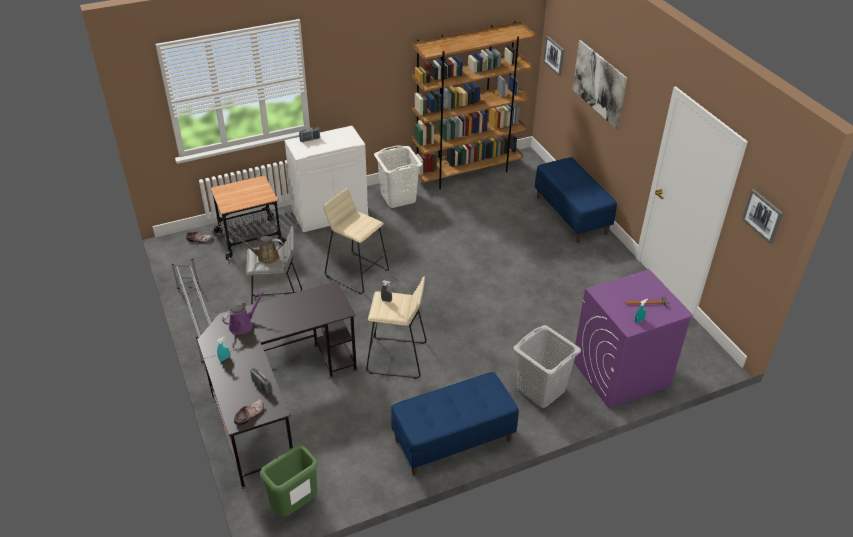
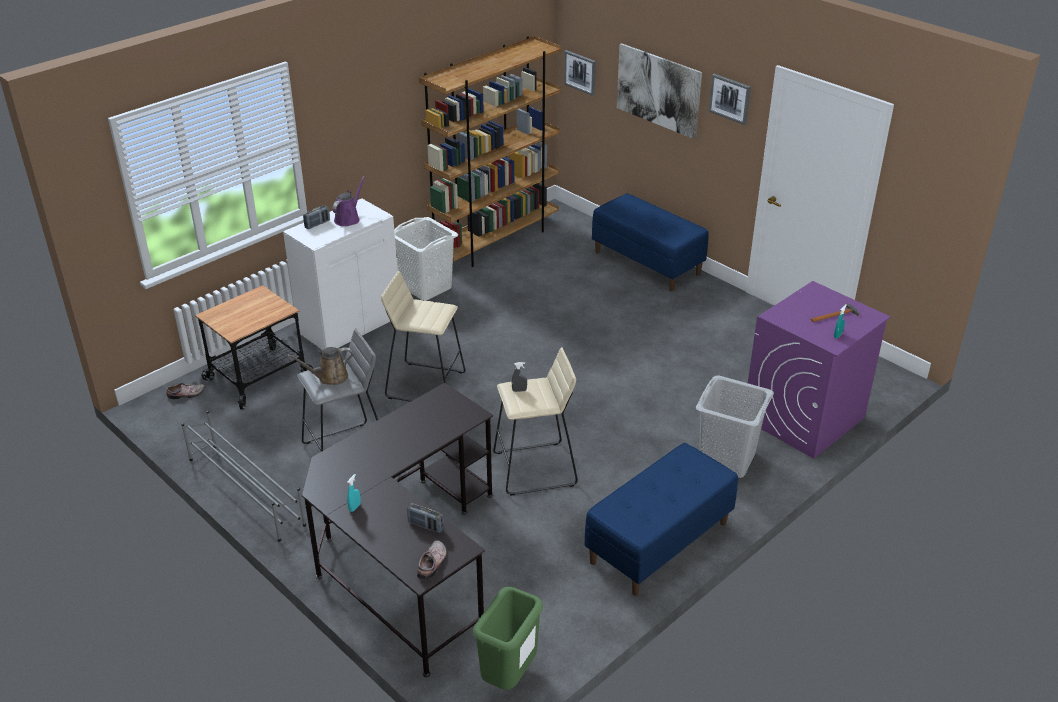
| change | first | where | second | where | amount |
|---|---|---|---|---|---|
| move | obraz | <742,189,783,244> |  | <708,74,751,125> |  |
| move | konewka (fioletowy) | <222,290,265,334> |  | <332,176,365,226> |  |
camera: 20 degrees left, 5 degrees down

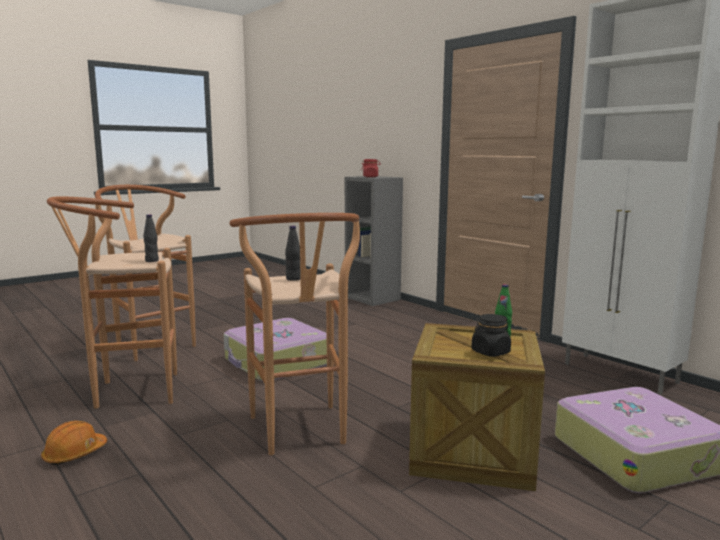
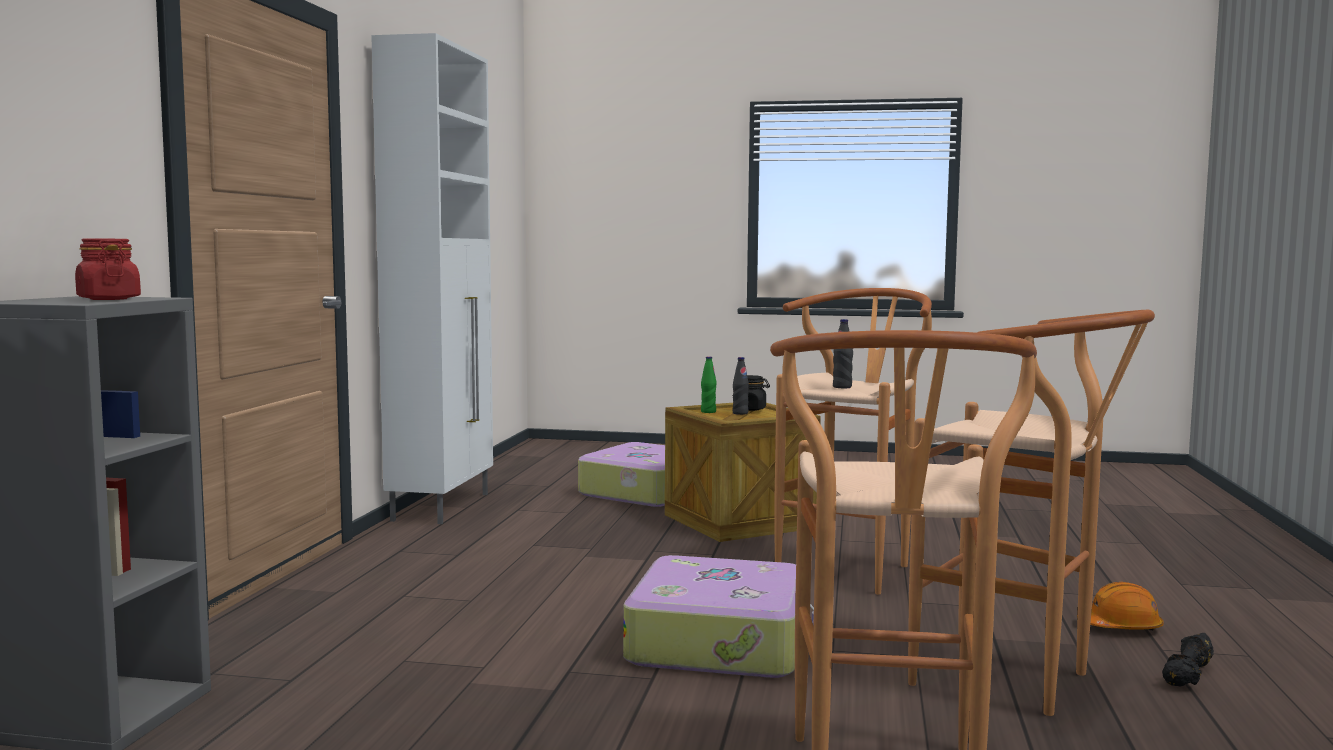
| change | first | where | second | where | amount |
|---|---|---|---|---|---|
| move | butelka (czarny) | <143,214,159,262> |  | <733,357,749,415> |  |
| insert |  |  | hantel (czarny) | <1162,633,1214,686> |  |
camera: 130 degrees left, 5 degrees down

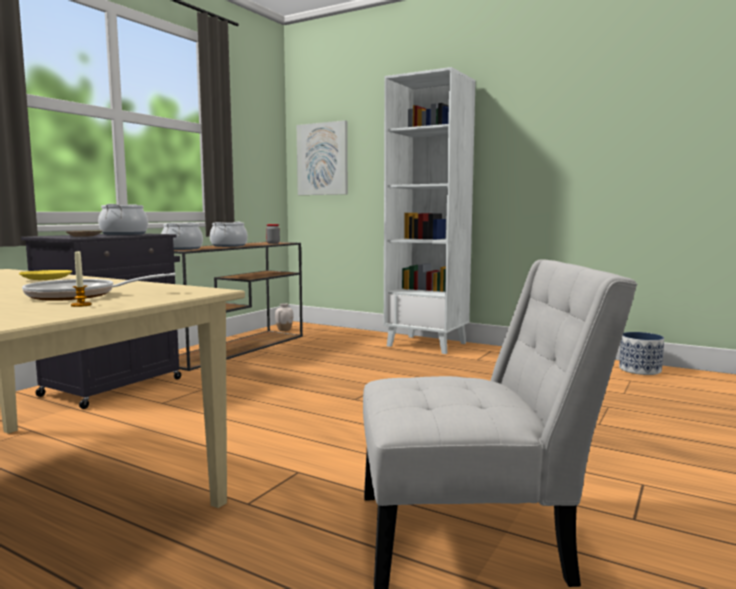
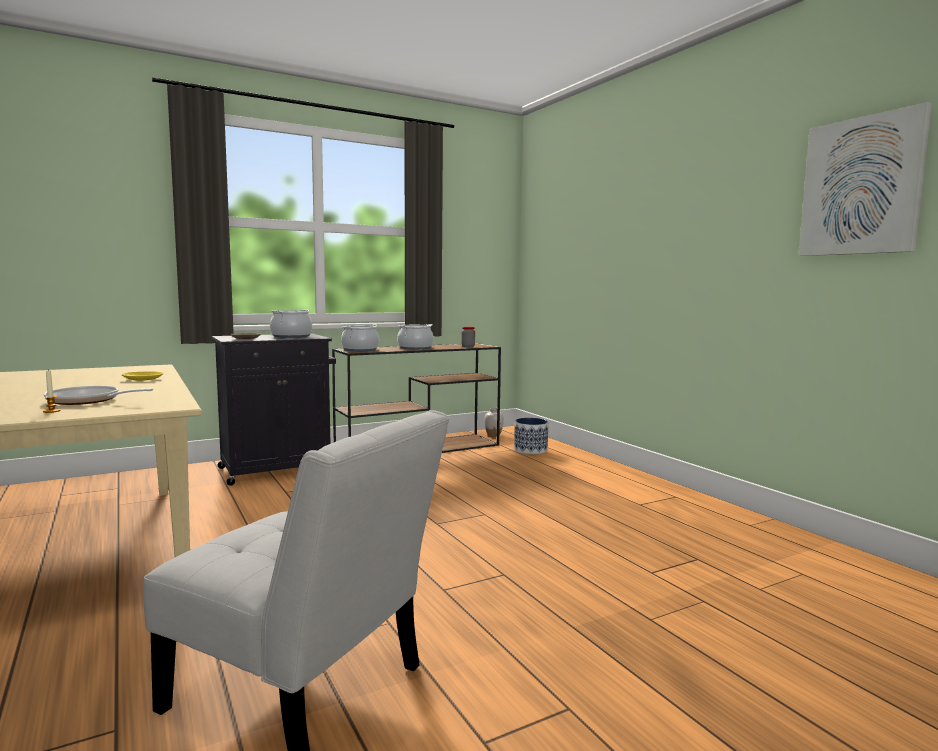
| change | first | where | second | where | amount |
|---|---|---|---|---|---|
| delete | regał (biały) | <384,67,476,354> |  |  |  |
| move | obraz | <297,120,348,195> |  | <798,102,932,256> |  |
| move | donica | <619,332,664,375> |  | <514,418,548,454> |  |
camera: 30 degrees right, 0 degrees up

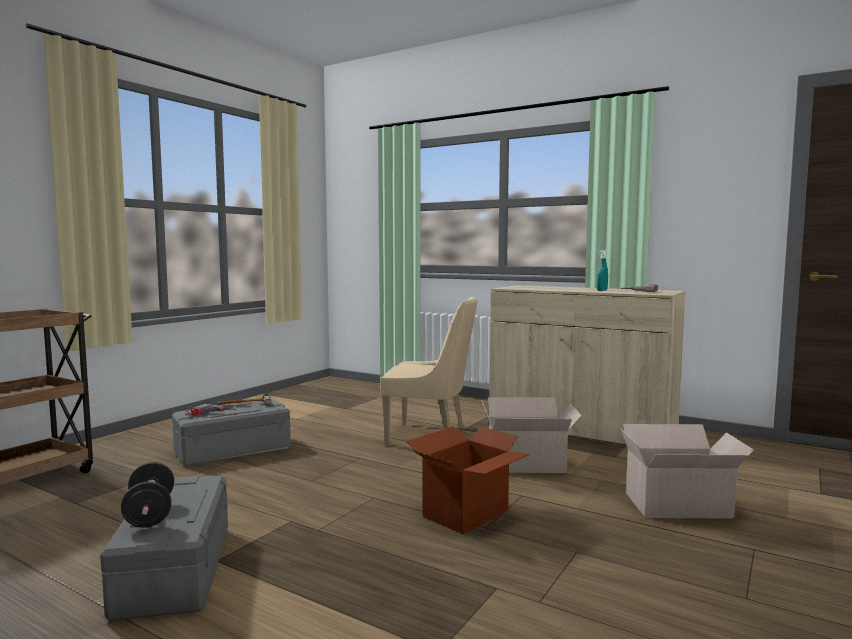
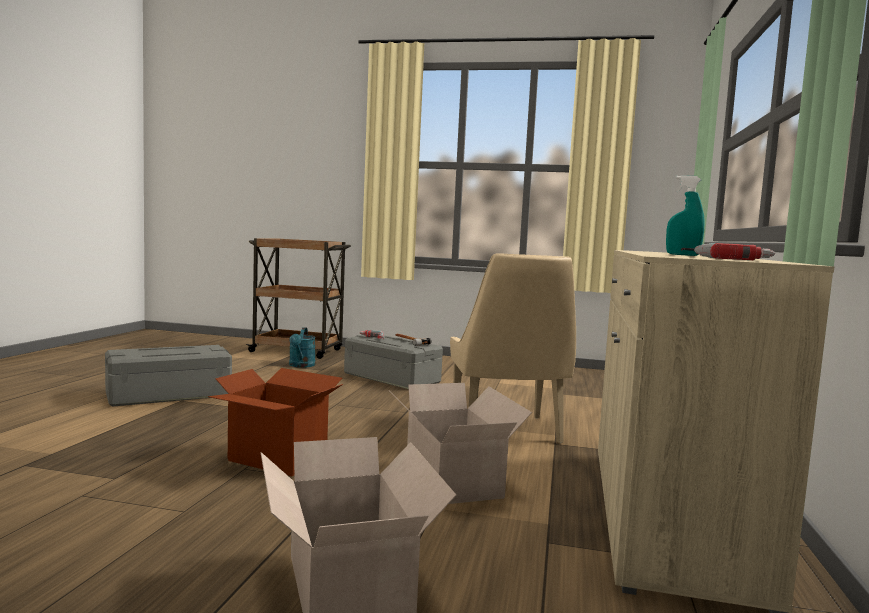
| change | first | where | second | where | amount |
|---|---|---|---|---|---|
| delete | hantel (czarny) | <121,462,174,528> |  |  |  |
| insert |  |  | konewka (turkusowy) | <289,327,316,368> |  |
camera: 70 degrees right, 0 degrees up

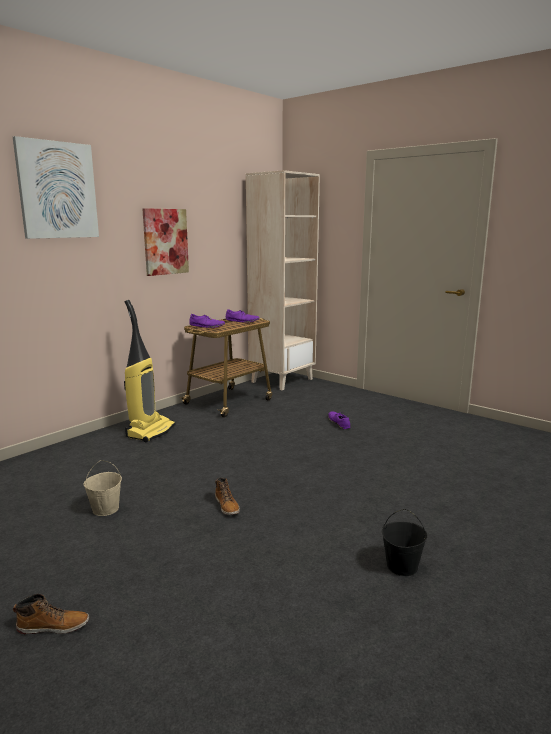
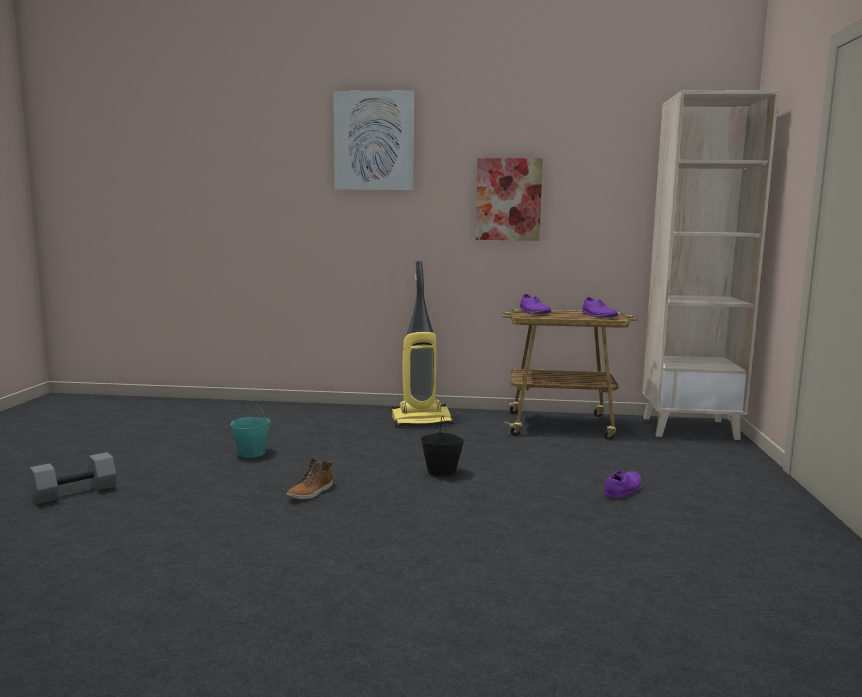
| change | first | where | second | where | amount |
|---|---|---|---|---|---|
| recolor | wiadro (beżowy) | <84,460,122,516> | wiadro (turkusowy) | <231,400,270,458> |  |
| move | wiadro (czarny) | <382,509,427,576> |  | <420,415,465,477> |  |
| replace | but z cholewką | <13,594,89,634> | hantel (szary) | <29,452,116,504> |  |
camera: 55 degrees right, 5 degrees down

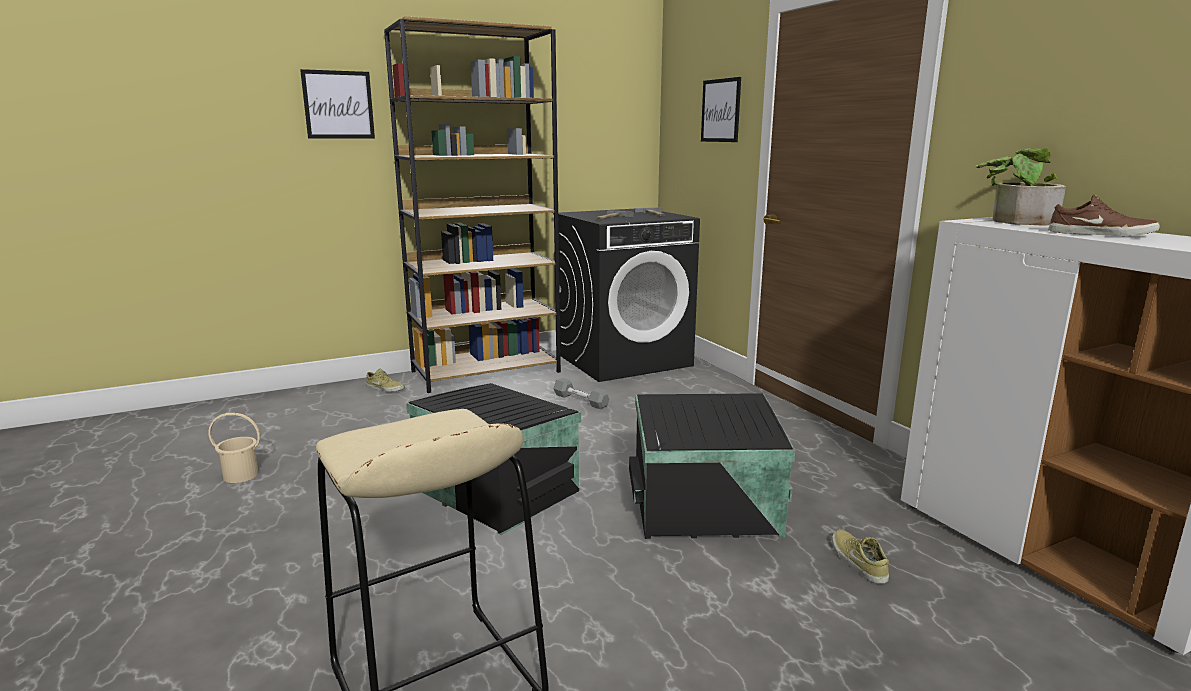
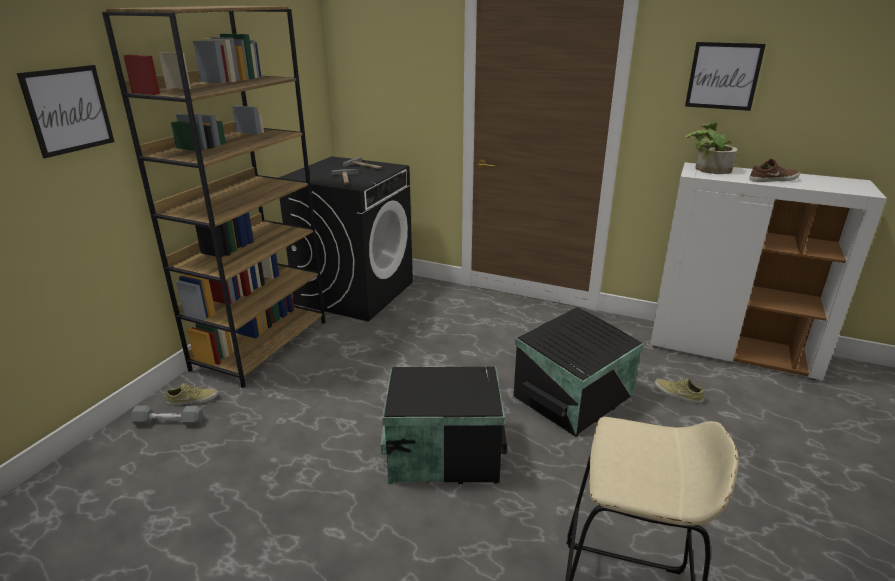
| change | first | where | second | where | amount |
|---|---|---|---|---|---|
| move | obraz | <701,77,741,142> |  | <685,42,766,111> |  |
| move | hantel (szary) | <553,378,609,409> |  | <131,405,203,426> |  |
| delete | wiadro (beżowy) | <208,413,260,483> |  |  |  |
camera: 40 degrees left, 10 degrees up

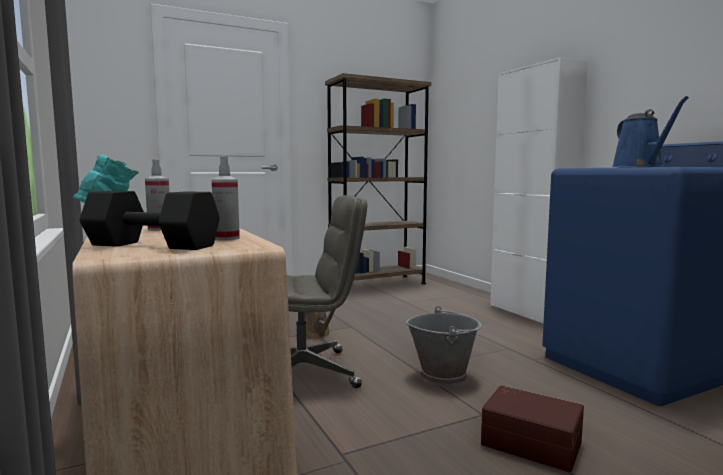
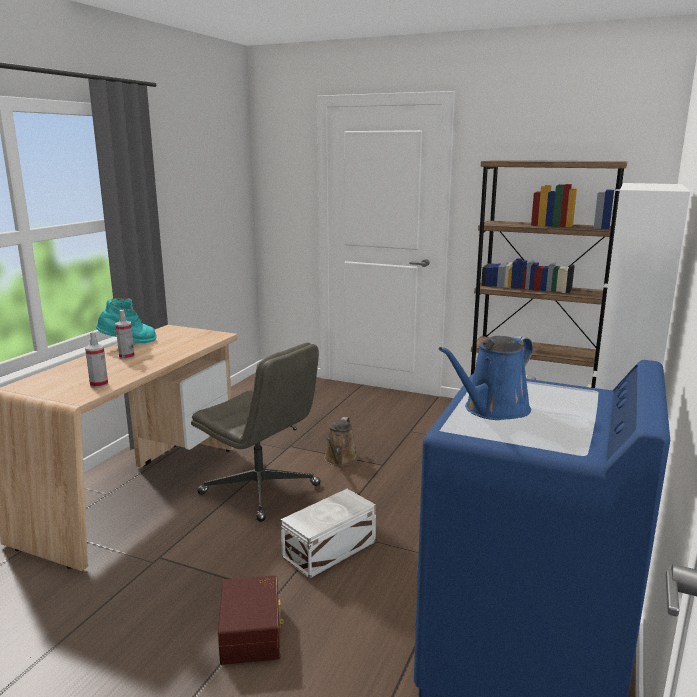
| change | first | where | second | where | amount |
|---|---|---|---|---|---|
| delete | hantel (czarny) | <80,191,220,250> |  |  |  |
| replace | wiadro (szary) | <406,306,482,387> | pojemnik do przechowywania (biały) | <281,489,376,579> |  |
camera: 50 degrees right, 10 degrees up

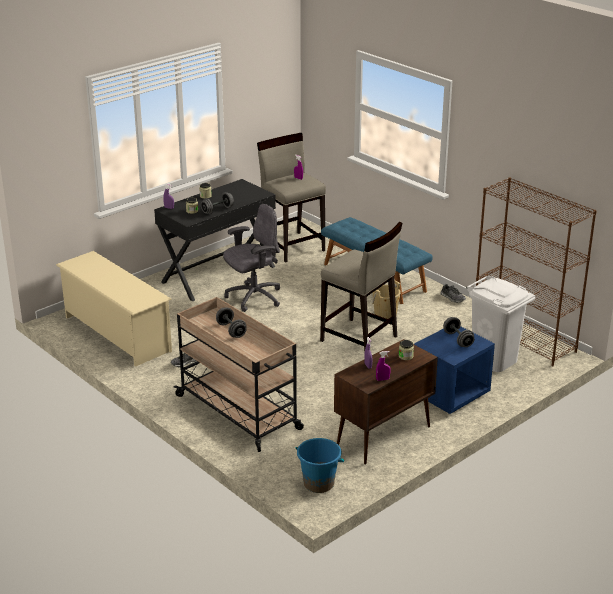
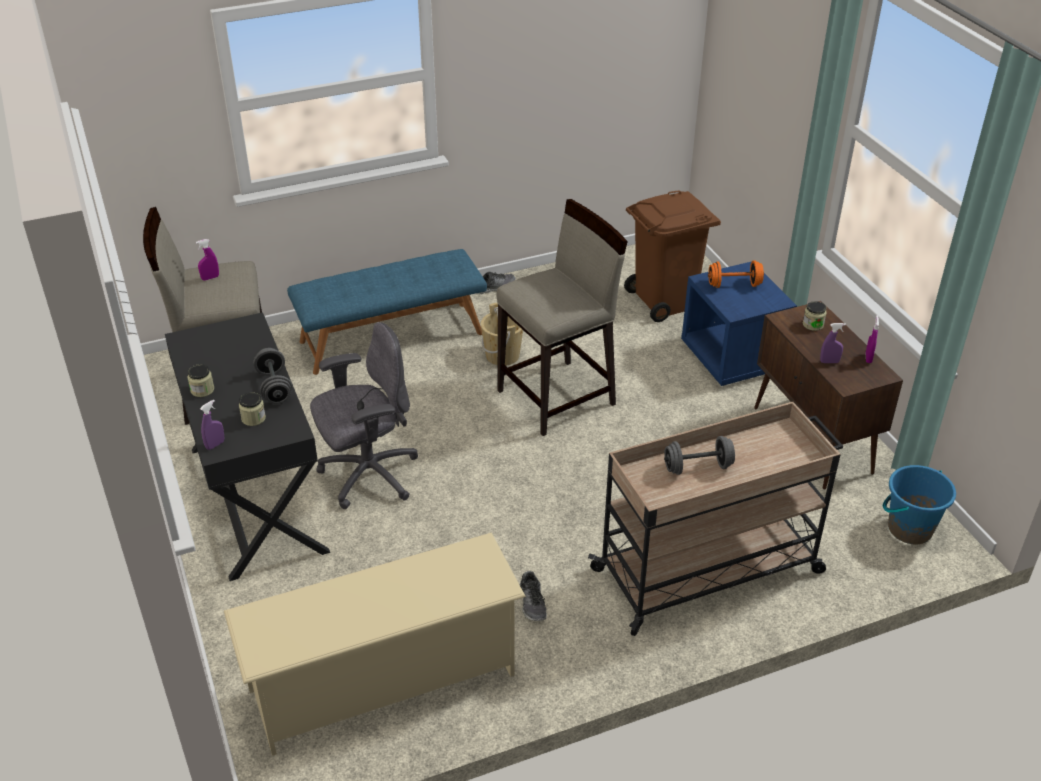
| change | first | where | second | where | amount |
|---|---|---|---|---|---|
| delete | regał (brązowy) | <476,177,597,367> |  |  |  |
| rotate | krzesło biurowe (szary) | <223,204,280,312> |  | <310,322,418,509> | 75 degrees clockwise |
| recolor | kosz na śmieci (biały) | <466,276,535,372> | kosz na śmieci (brązowy) | <624,190,721,322> |  |
| recolor | hantel (szary) | <444,317,475,347> | hantel (pomarańczowy) | <708,260,764,288> |  |
camera: 70 degrees left, 10 degrees up

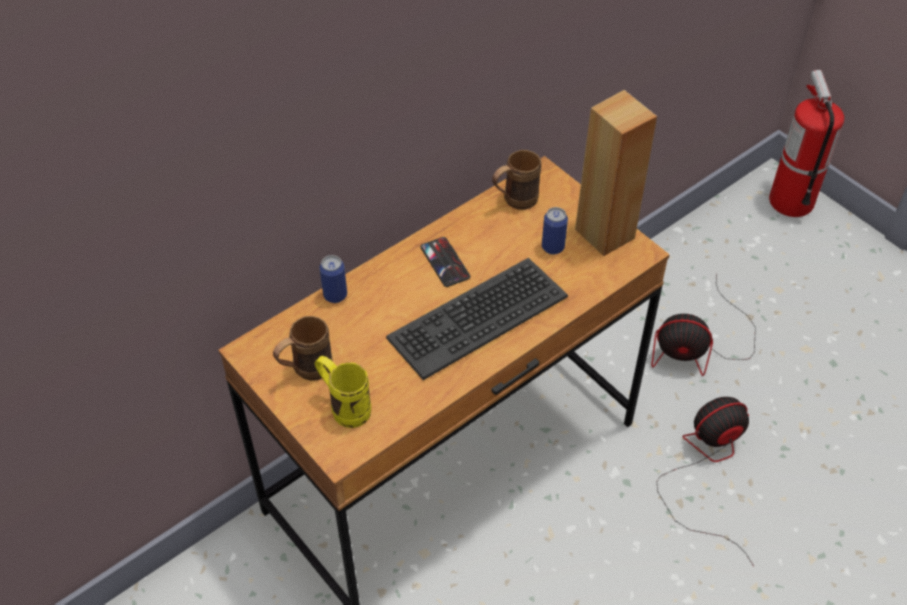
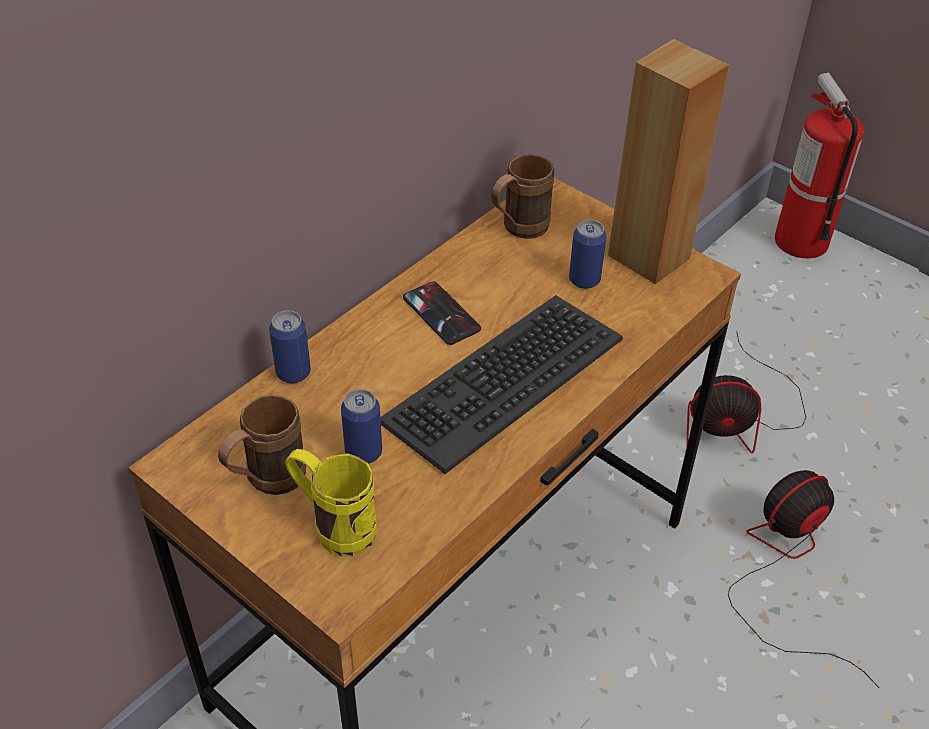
| change | first | where | second | where | amount |
|---|---|---|---|---|---|
| insert |  |  | puszka | <341,389,382,464> |  |
camera: 10 degrees left, 5 degrees down

